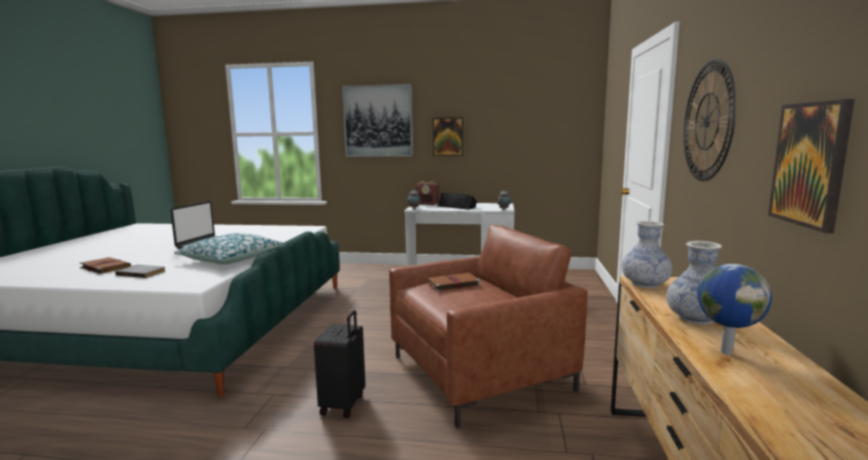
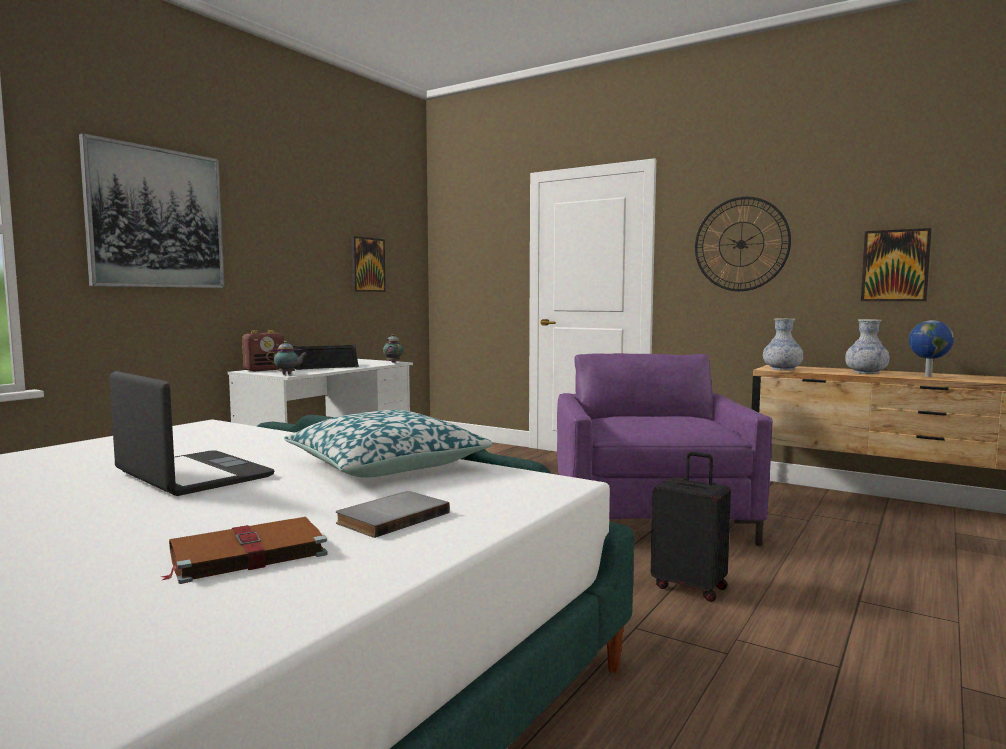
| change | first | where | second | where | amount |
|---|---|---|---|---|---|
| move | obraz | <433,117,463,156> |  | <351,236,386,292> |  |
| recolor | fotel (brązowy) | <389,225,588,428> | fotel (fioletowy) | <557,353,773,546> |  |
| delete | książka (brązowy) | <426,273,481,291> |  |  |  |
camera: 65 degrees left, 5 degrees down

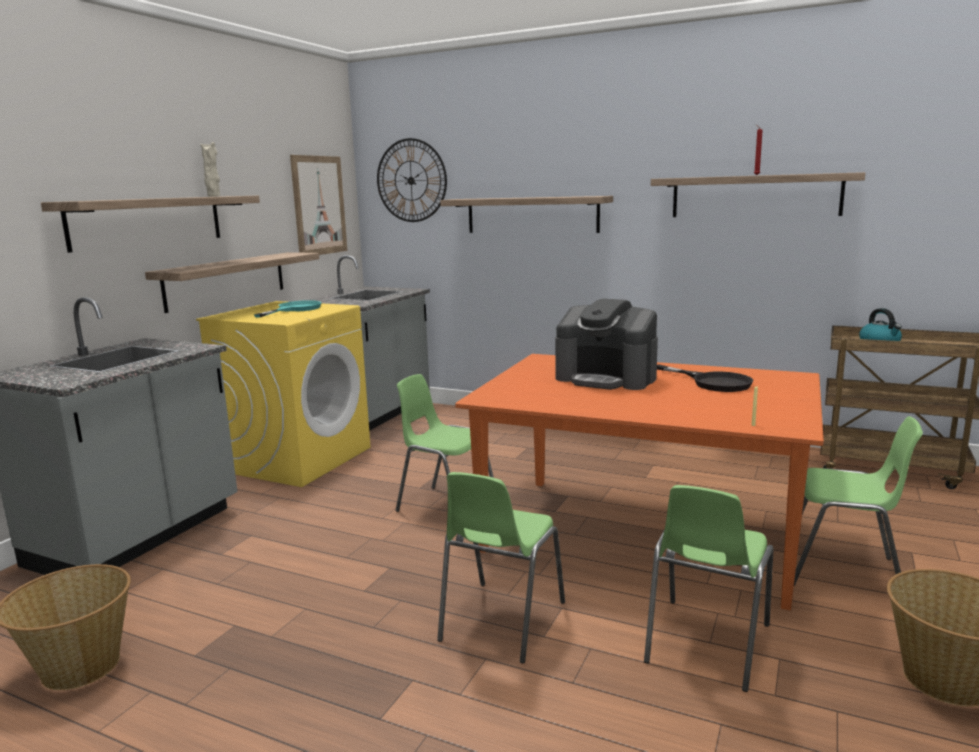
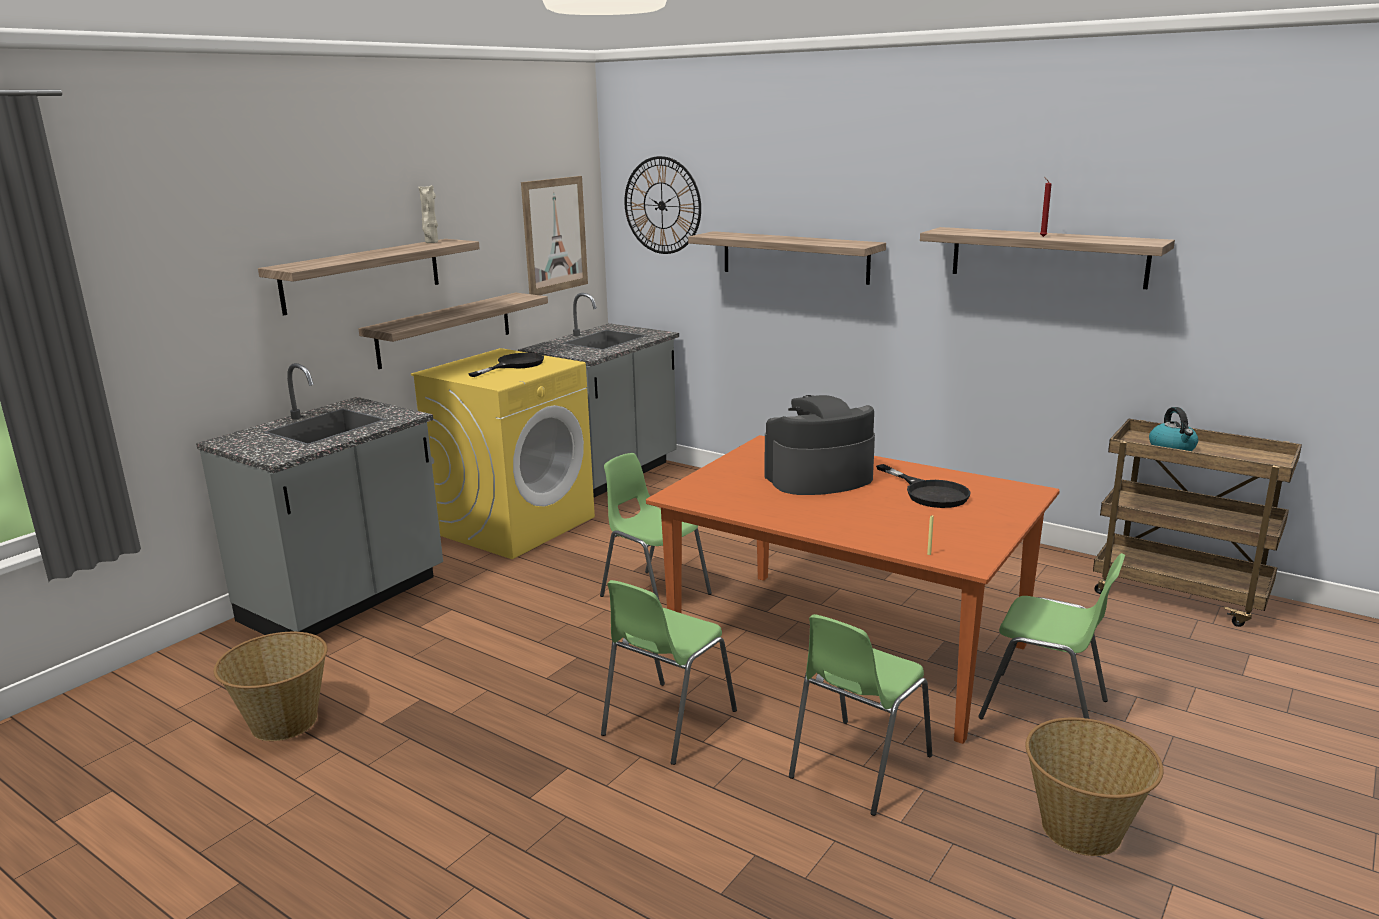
| change | first | where | second | where | amount |
|---|---|---|---|---|---|
| rotate | ekspres do kawy | <555,299,658,390> |  | <765,395,875,495> | 120 degrees clockwise |
| recolor | patelnia (turkusowy) | <254,300,322,317> | patelnia (czarny) | <468,353,544,377> |  |
camera: 10 degrees right, 5 degrees up

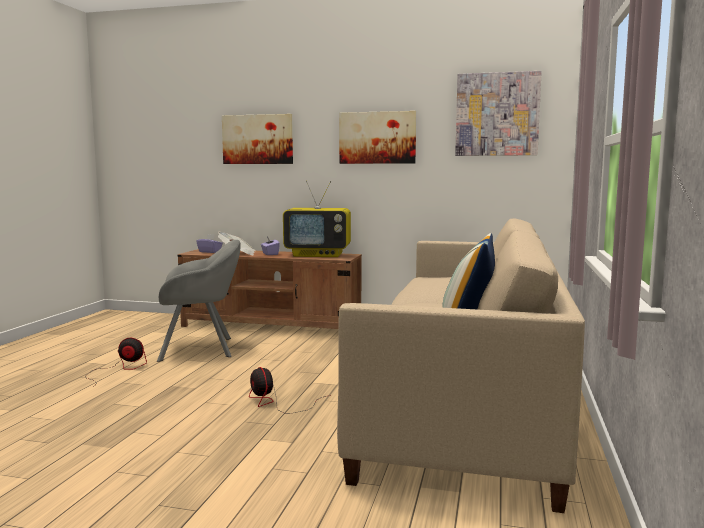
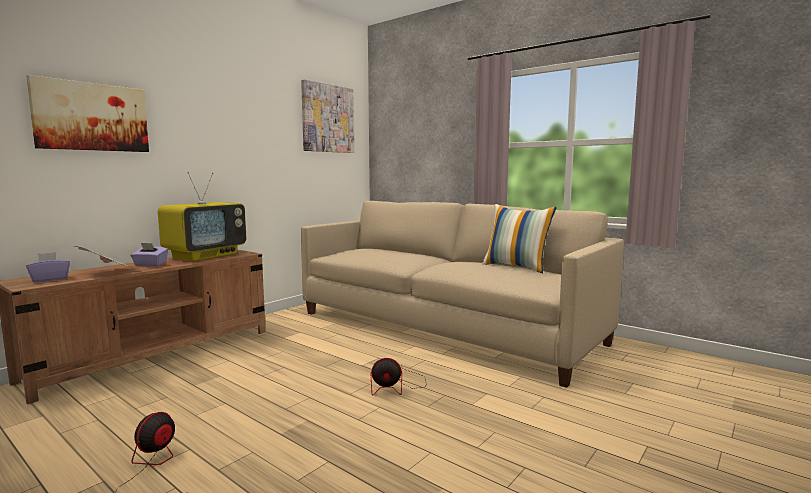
| change | first | where | second | where | amount |
|---|---|---|---|---|---|
| delete | obraz | <339,111,416,164> |  |  |  |
| delete | fotel (szary) | <157,240,241,362> |  |  |  |
camera: 65 degrees left, 0 degrees up

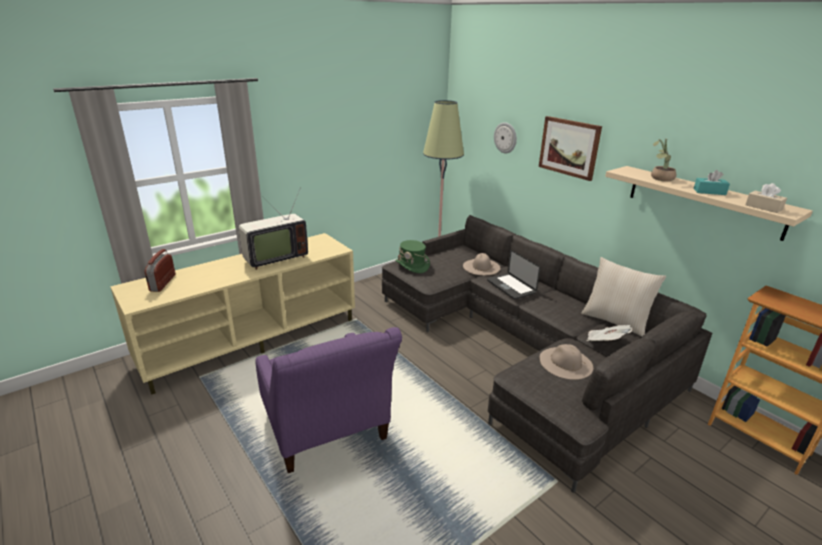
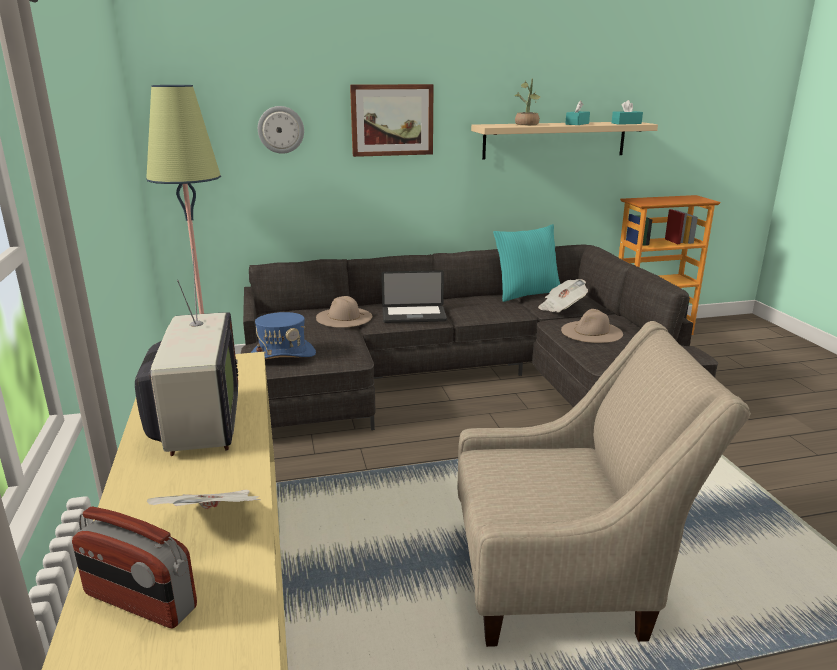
| change | first | where | second | where | amount |
|---|---|---|---|---|---|
| recolor | pudełko chusteczek (beżowy) | <745,183,787,213> | pudełko chusteczek (turkusowy) | <612,100,643,125> |  |
| recolor | kapelusz (zielony) | <395,240,430,273> | kapelusz (niebieski) | <251,312,316,359> |  |
| recolor | poduszka (beżowy) | <581,257,666,337> | poduszka (turkusowy) | <493,224,560,302> |  |
| recolor | fotel (fioletowy) | <255,327,402,473> | fotel (beżowy) | <457,321,751,647> |  |
| insert |  |  | gazeta | <147,490,260,509> |  |
camera: 65 degrees left, 5 degrees down

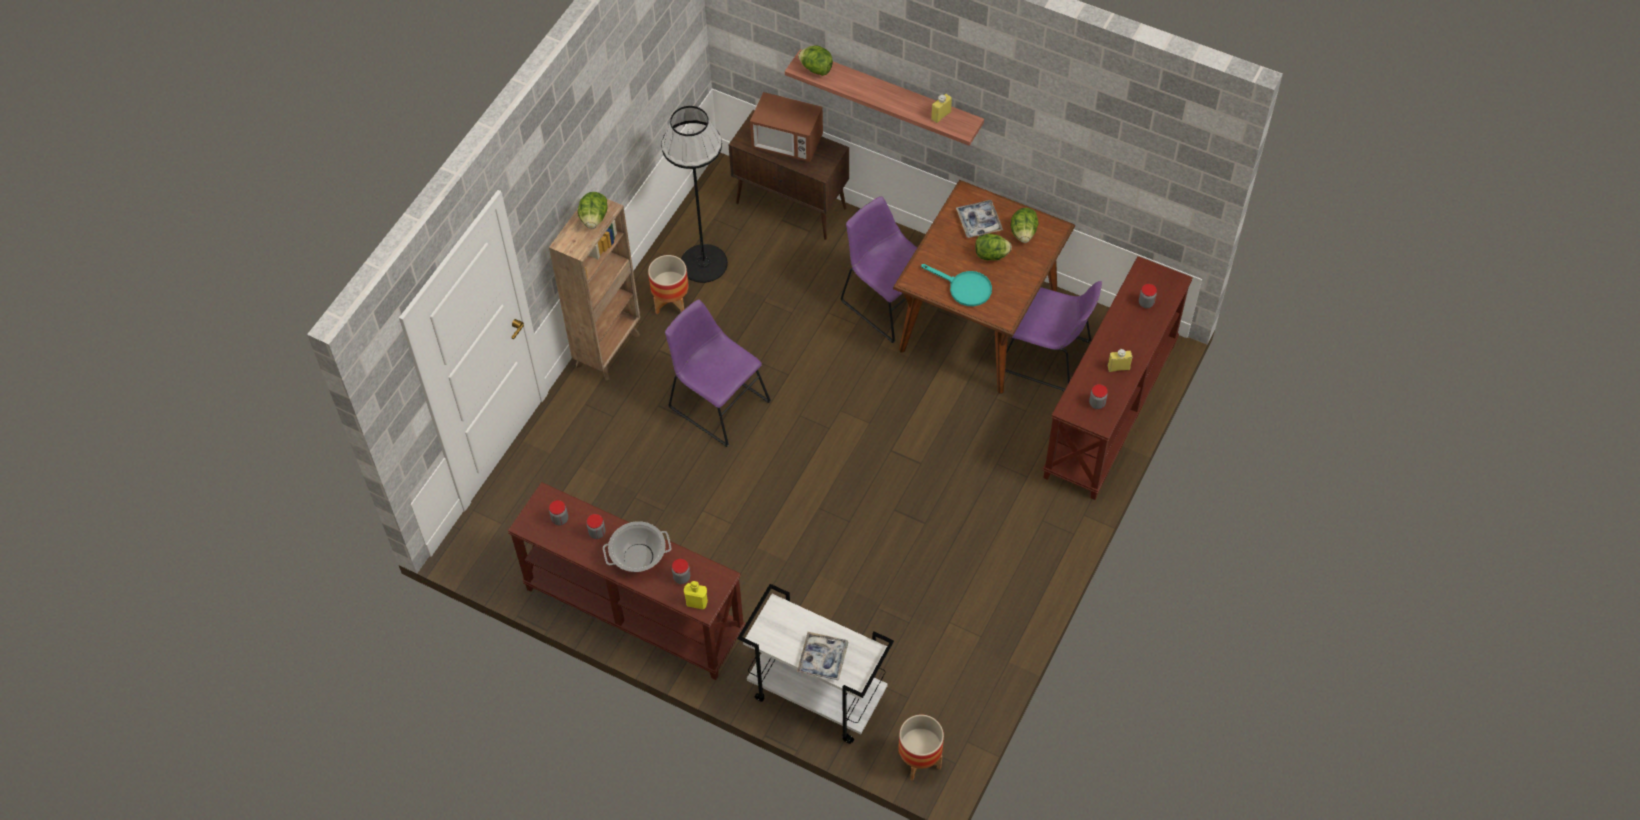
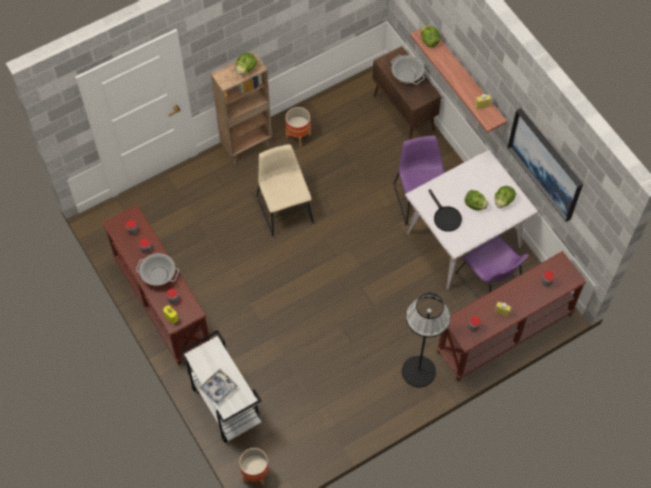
| change | first | where | second | where | amount |
|---|---|---|---|---|---|
| replace | mikrofalówka | <750,92,823,162> | garnek | <391,55,425,85> |  |
| move | lampa stojąca (czarny) | <661,106,728,283> |  | <402,293,450,387> |  |
| recolor | stół jadalny (brązowy) | <893,180,1075,394> | stół jadalny (biały) | <405,149,539,289> |  |
| delete | taca | <956,200,1003,238> |  |  |  |
| recolor | patelnia (turkusowy) | <921,264,992,306> | patelnia (czarny) | <428,189,462,232> |  |
| recolor | krzesło (fioletowy) | <665,299,771,447> | krzesło (beżowy) | <256,144,314,237> |  |
| insert |  |  | obraz | <507,108,583,222> |  |
camera: 30 degrees right, 5 degrees up

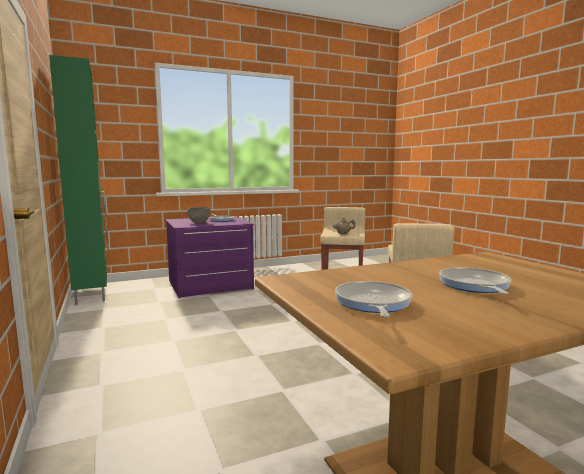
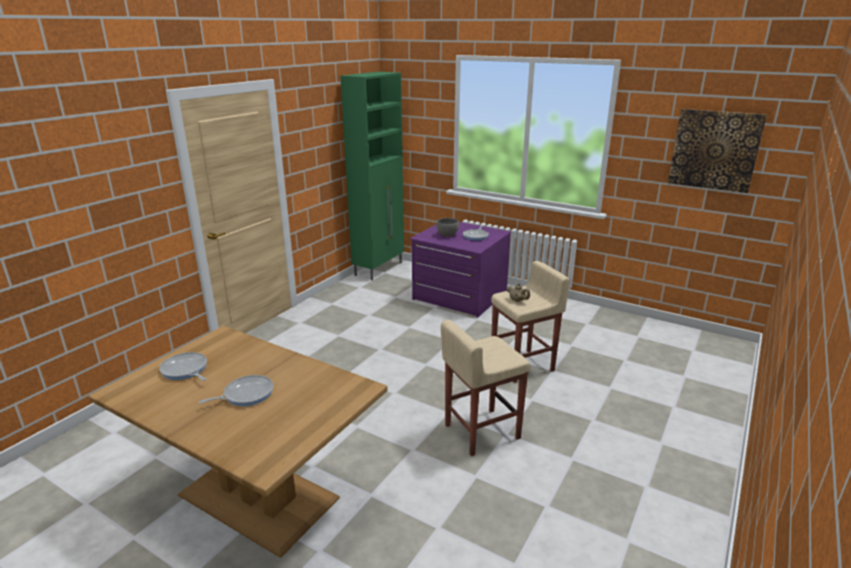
| change | first | where | second | where | amount |
|---|---|---|---|---|---|
| rotate | patelnia | <335,281,412,317> |  | <159,352,207,381> | 105 degrees counterclockwise |
| insert |  |  | obraz | <668,109,767,193> |  |
camera: 55 degrees right, 15 degrees up

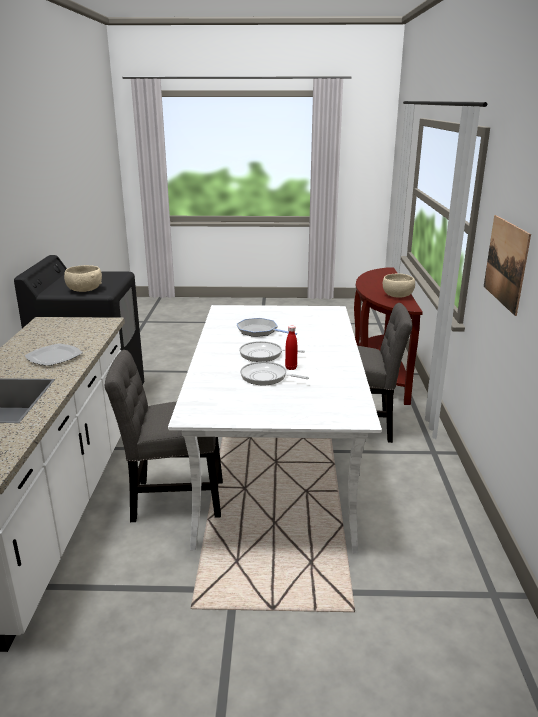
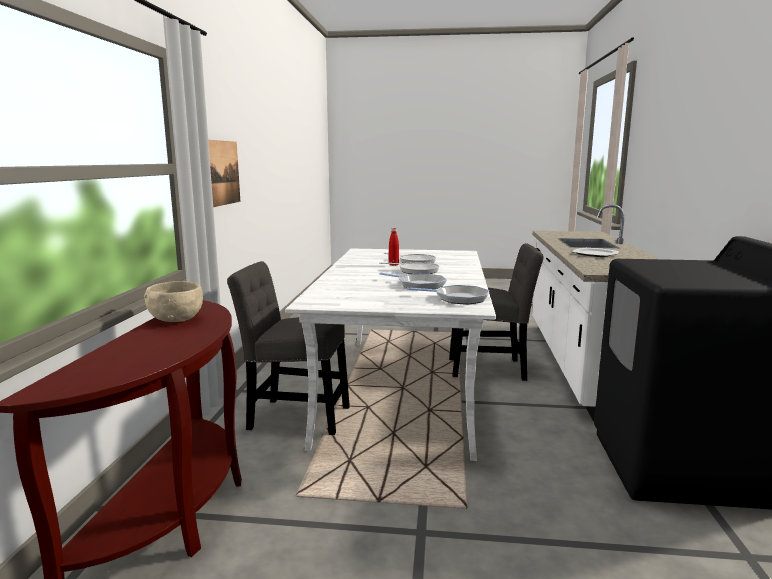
| change | first | where | second | where | amount |
|---|---|---|---|---|---|
| delete | miska (beżowy) | <64,265,102,292> |  |  |  |
| insert |  |  | patelnia | <407,285,489,305> |  |
camera: 175 degrees left, 10 degrees down

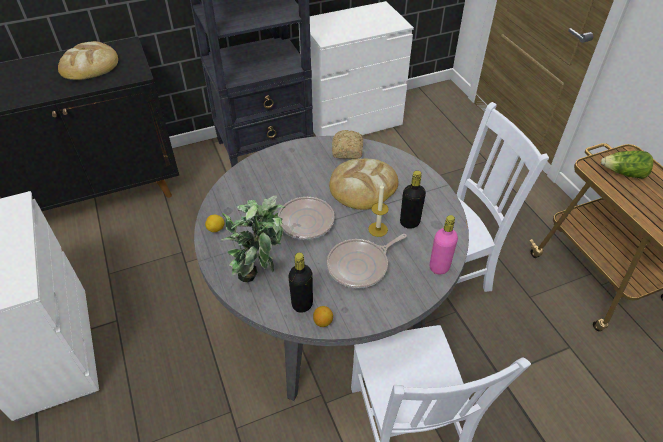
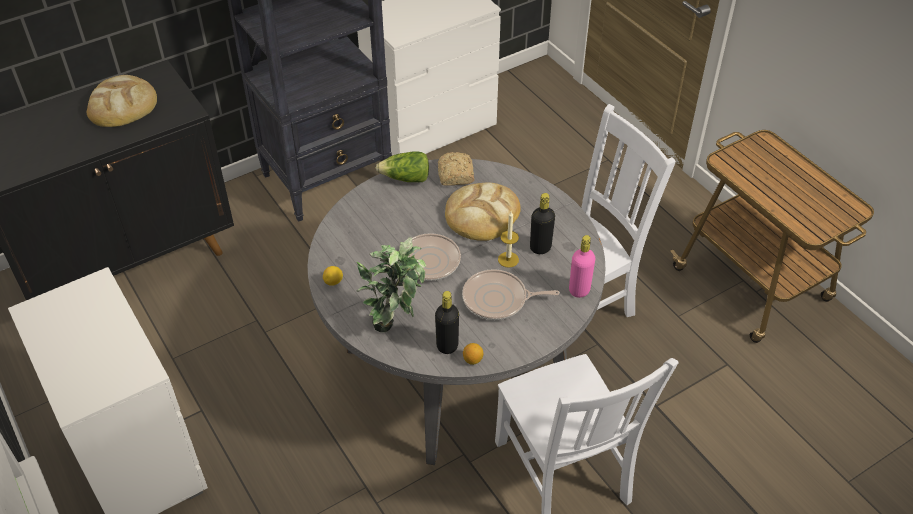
| change | first | where | second | where | amount |
|---|---|---|---|---|---|
| move | sałata | <601,151,653,179> |  | <376,151,429,182> |  |
| rotate | patelnia | <327,234,407,289> |  | <462,269,560,320> | 45 degrees clockwise |
camera: 10 degrees left, 0 degrees up

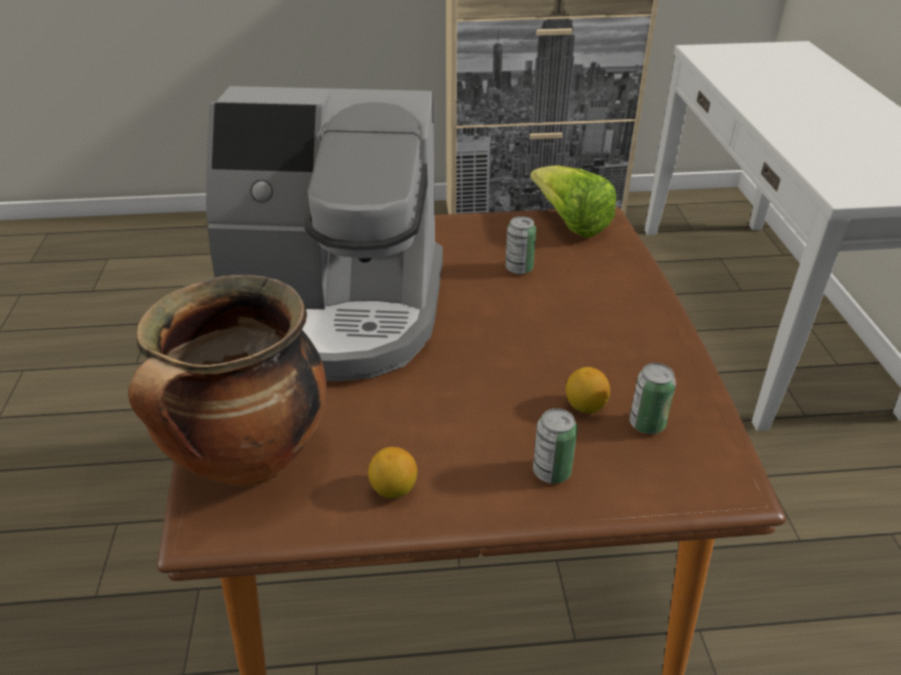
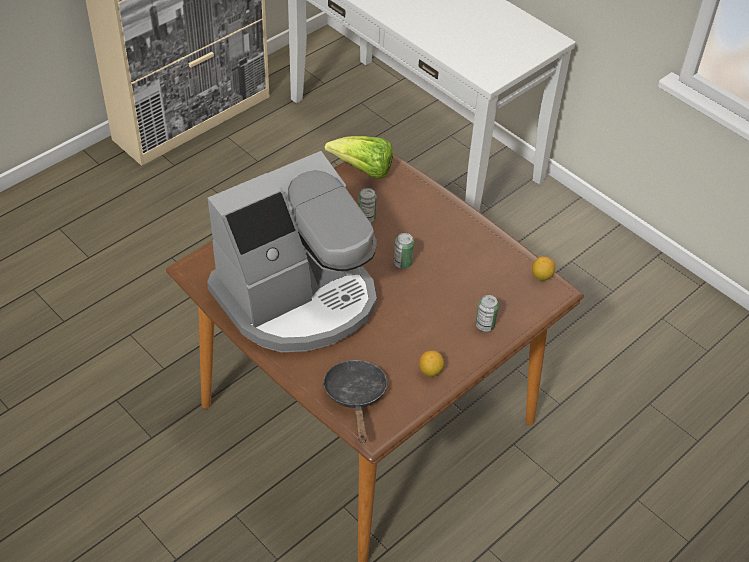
| change | first | where | second | where | amount |
|---|---|---|---|---|---|
| replace | garnek | <128,275,327,487> | patelnia (czarny) | <322,360,388,443> |  |
| move | puszka | <630,363,676,434> |  | <394,233,414,269> |  |
| move | cytryna | <566,367,610,413> |  | <532,256,555,281> |  |
camera: 40 degrees left, 10 degrees up

